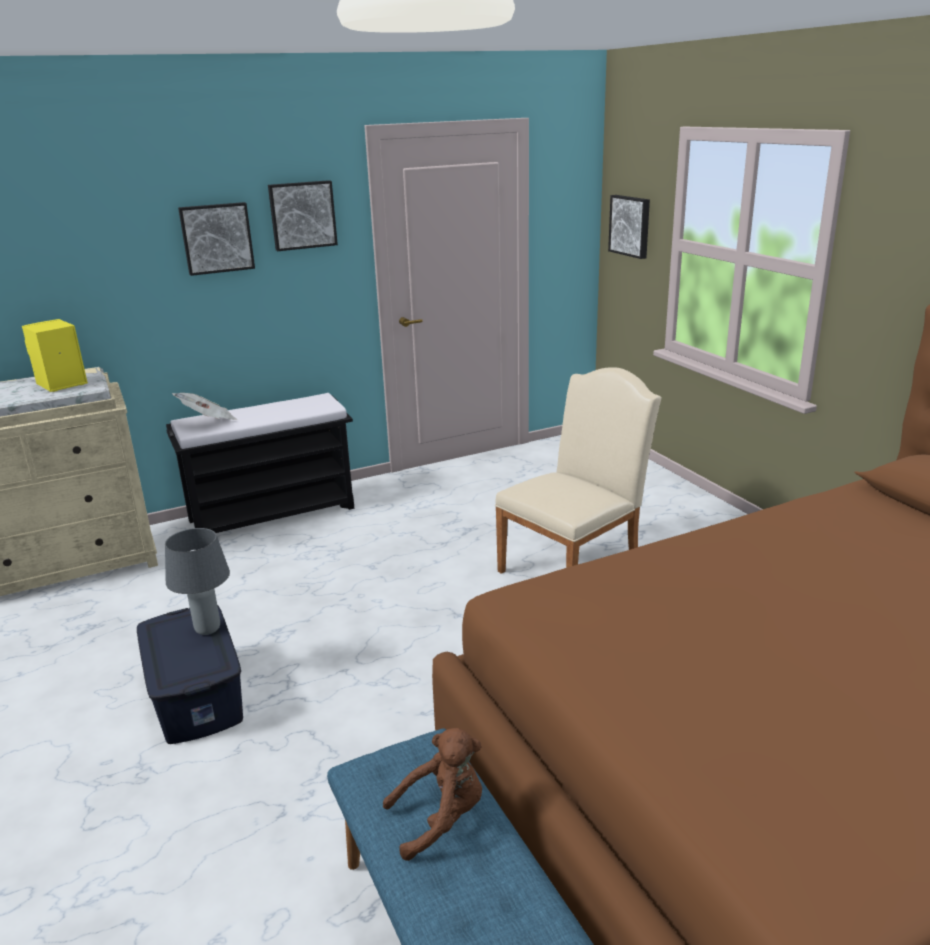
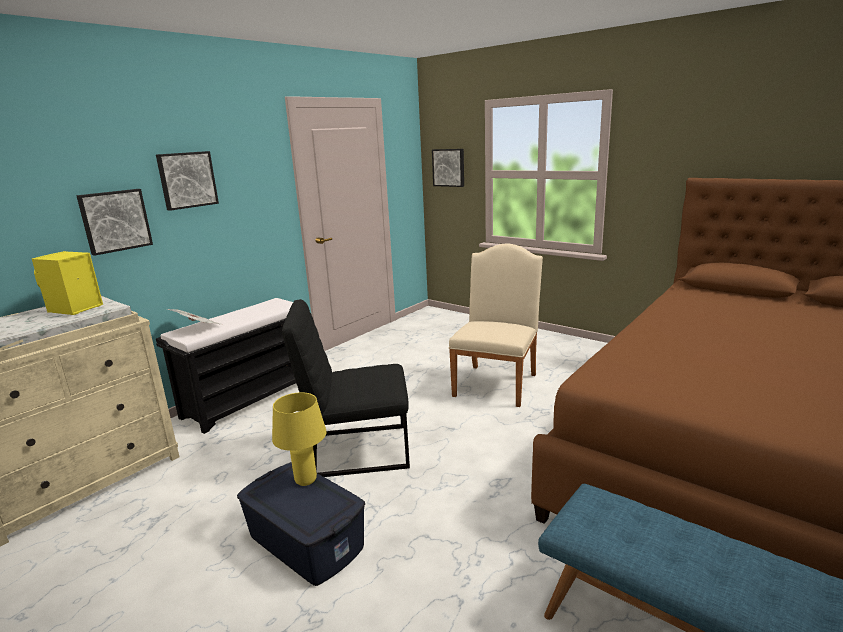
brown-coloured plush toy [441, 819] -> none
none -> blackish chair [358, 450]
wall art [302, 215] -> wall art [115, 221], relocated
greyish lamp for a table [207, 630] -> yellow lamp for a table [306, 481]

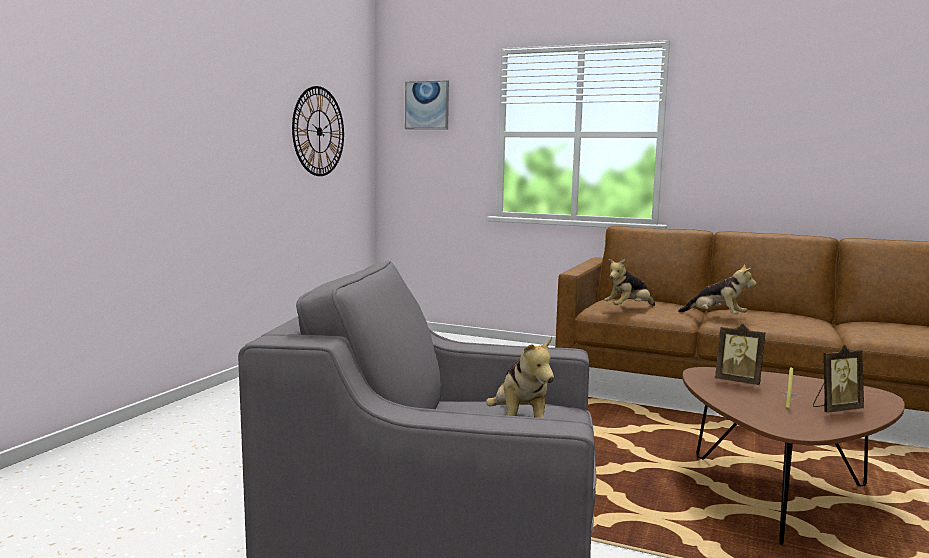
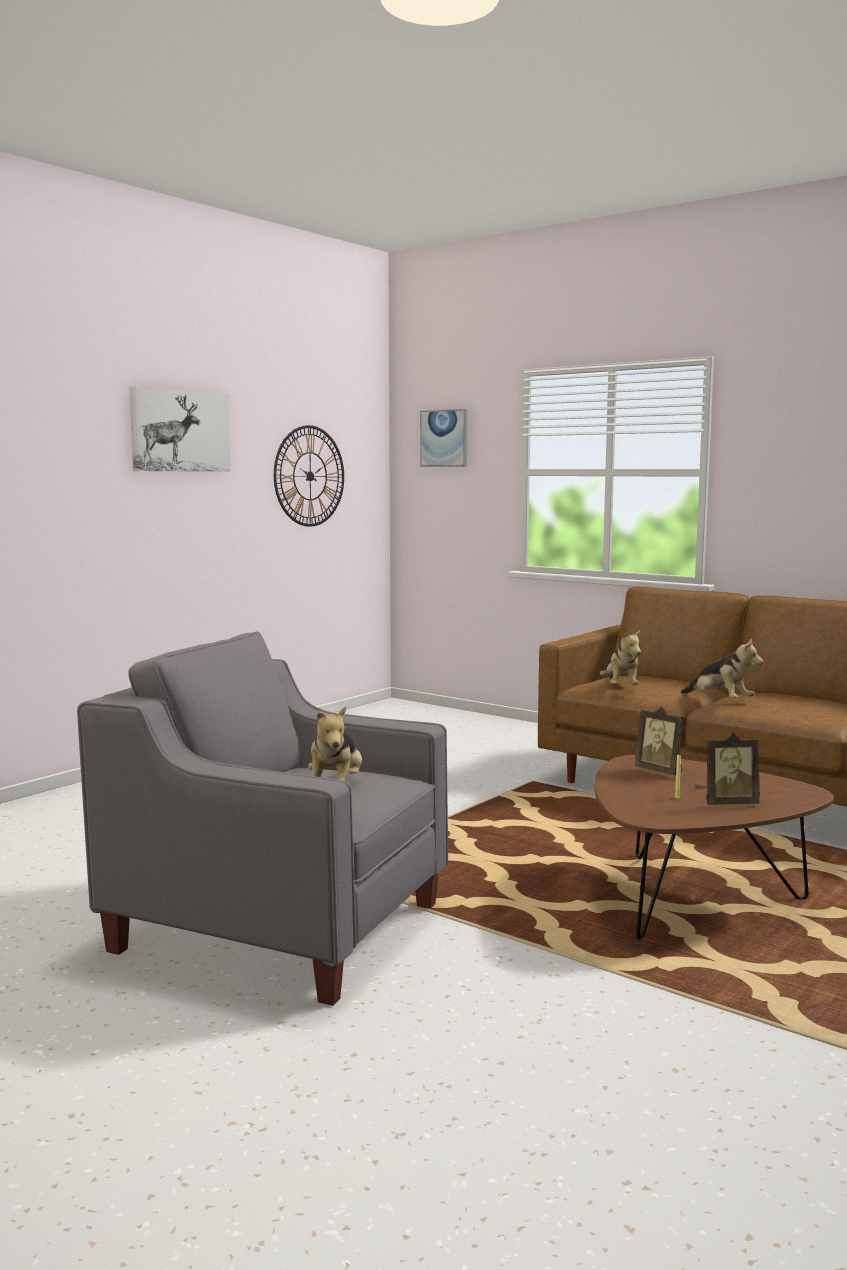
none -> wall art [179, 431]
plush toy [628, 308] -> plush toy [621, 687], 75 degrees counterclockwise

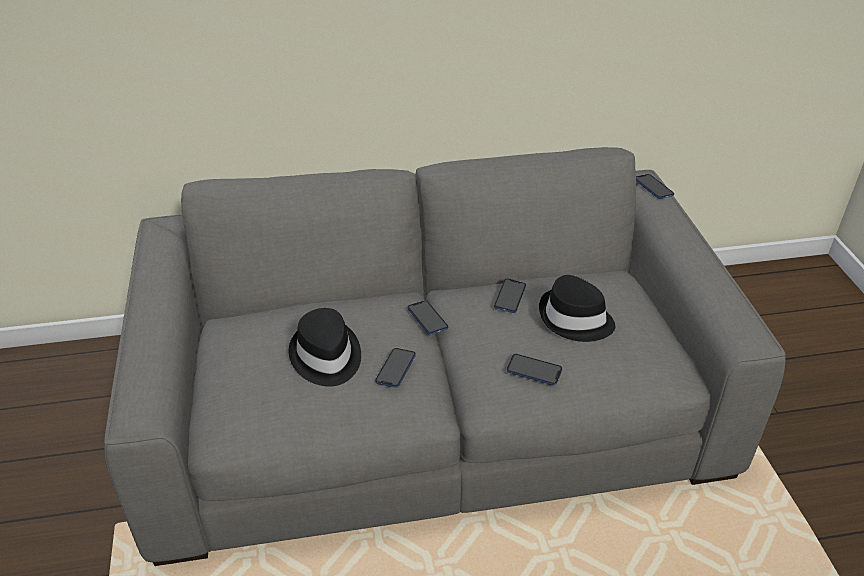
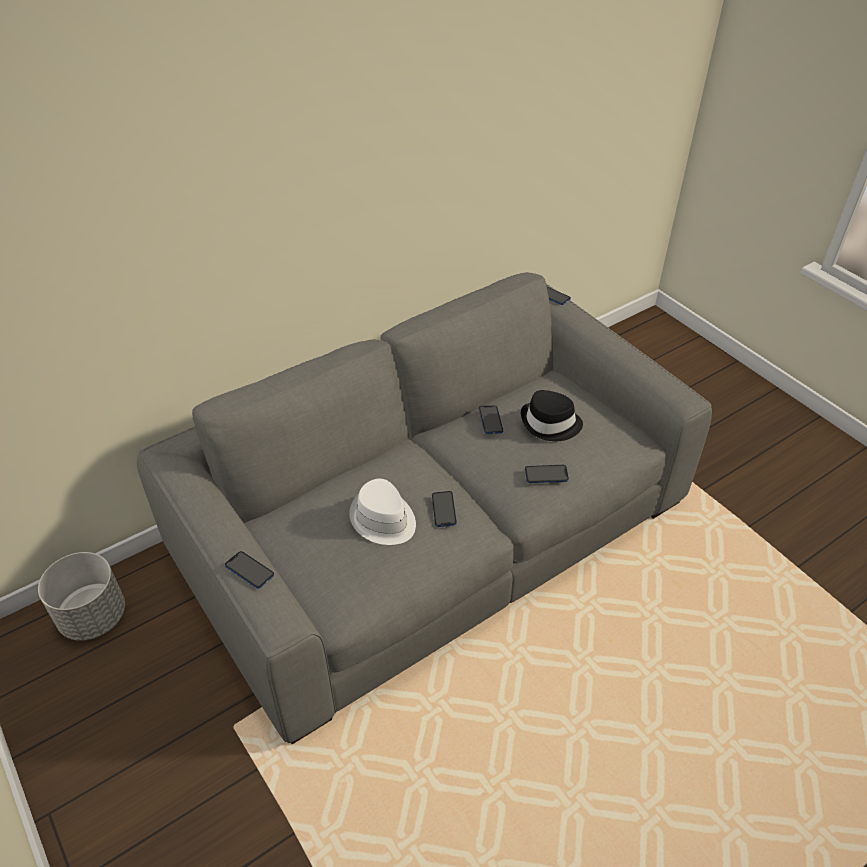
none -> greyish planter [93, 616]
handset [427, 318] -> handset [249, 570], relocated
blackish clothing hat [325, 357] -> white clothing hat [383, 519]

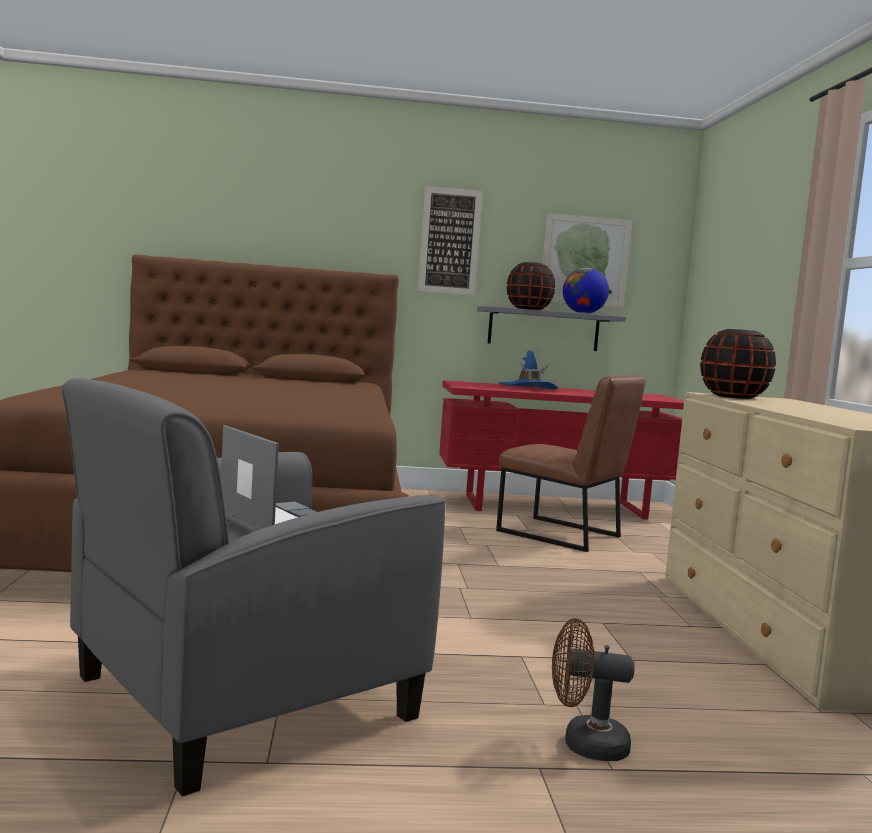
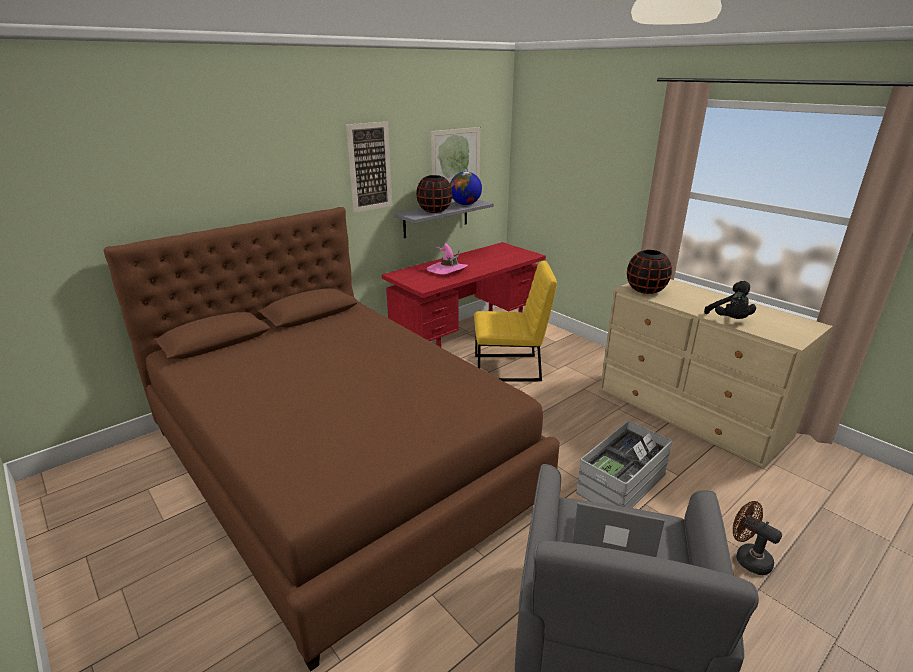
none -> greyish storage box [621, 481]
none -> blackish plush toy [729, 320]
brown-coloured chair [562, 534] -> yellow chair [509, 368]
bluish clothing hat [527, 388] -> pink clothing hat [447, 269]
brown-coloured fan [584, 744] -> brown-coloured fan [747, 558], 75 degrees clockwise

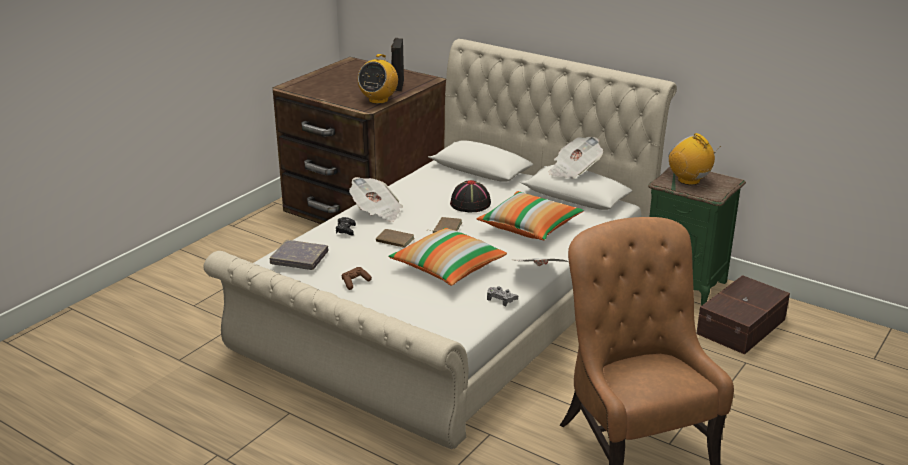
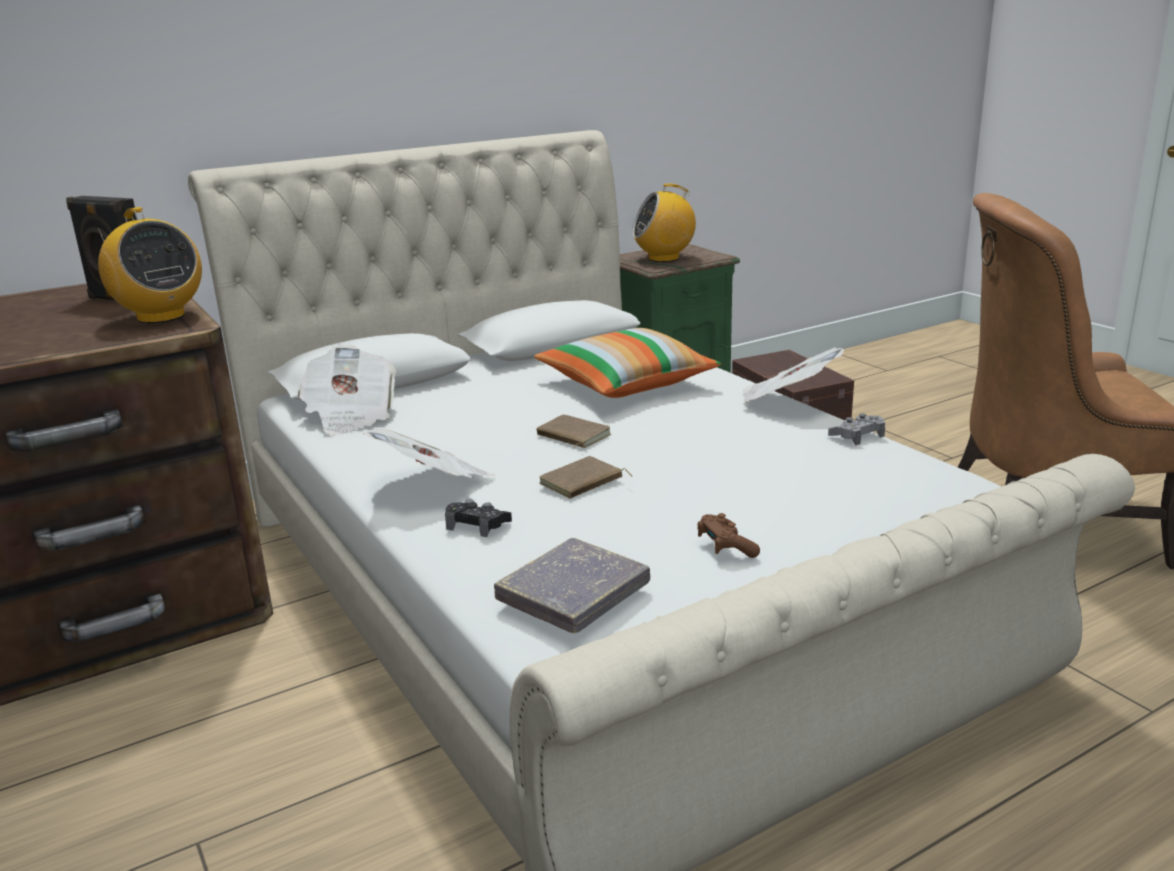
pillow [447, 268] -> none
blackish clothing hat [470, 204] -> none
newspaper [574, 171] -> newspaper [350, 416], relocated

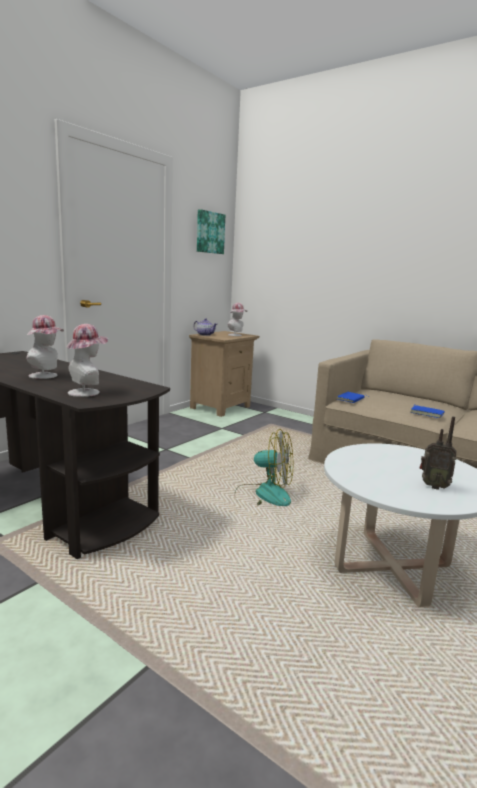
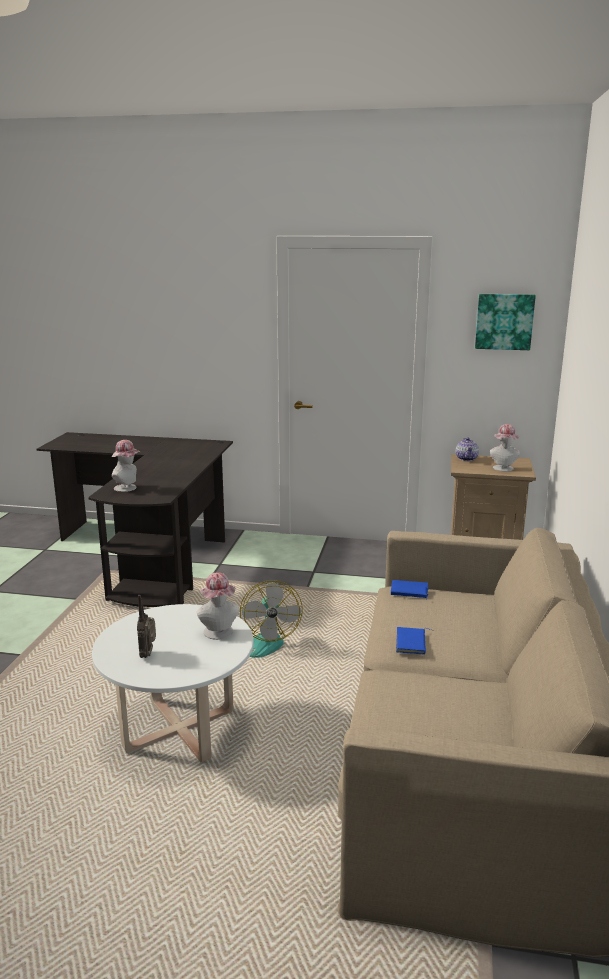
clothing hat [47, 376] -> clothing hat [219, 634], relocated

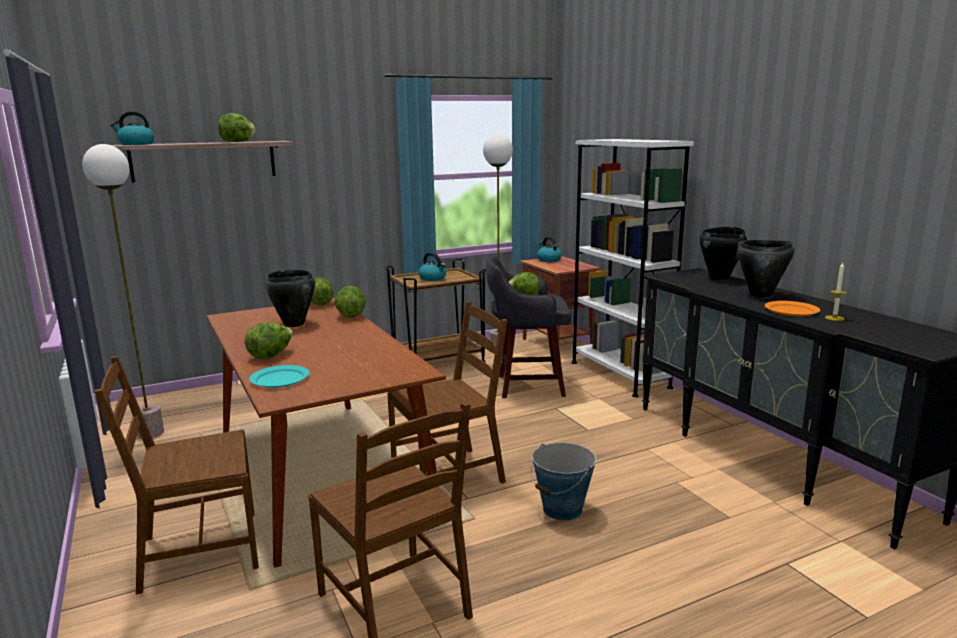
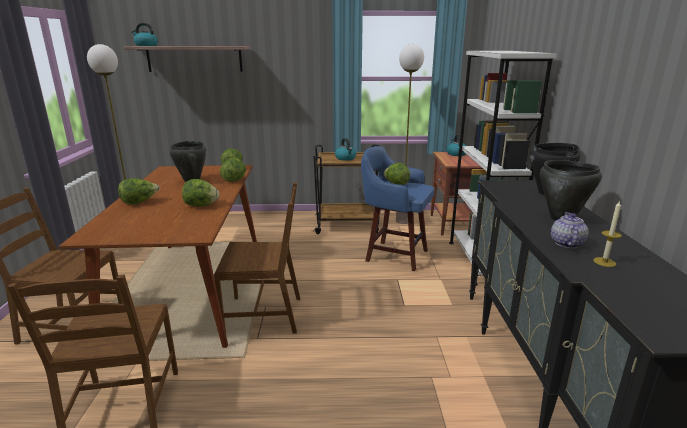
blue-green flat dish [279, 379] -> none
bucket [562, 509] -> none
lettuce head [238, 142] -> lettuce head [201, 205], relocated
orange-coloured flat dish [791, 311] -> pot for tea [566, 243]
greyish sitting stool [527, 386] -> bluish sitting stool [394, 255]

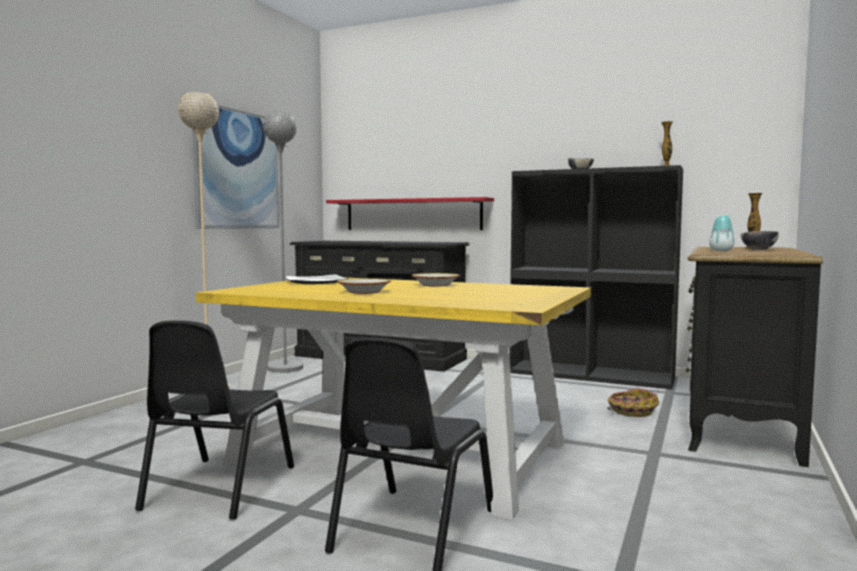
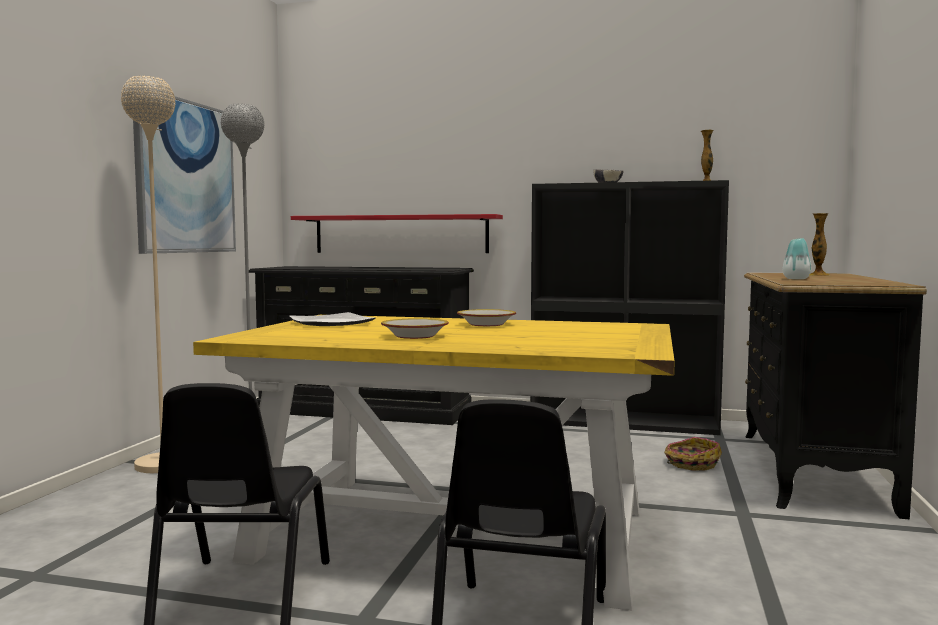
serving bowl [758, 250] -> none

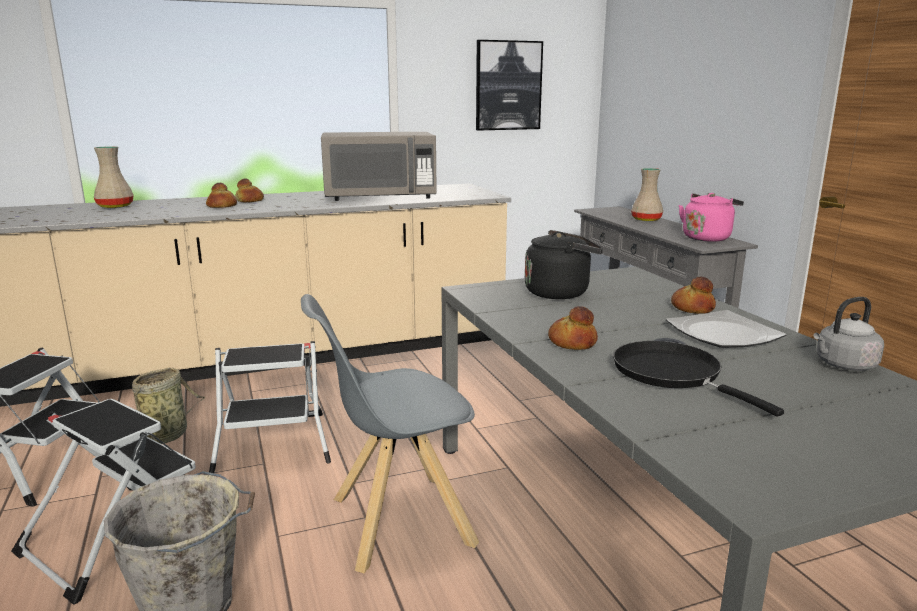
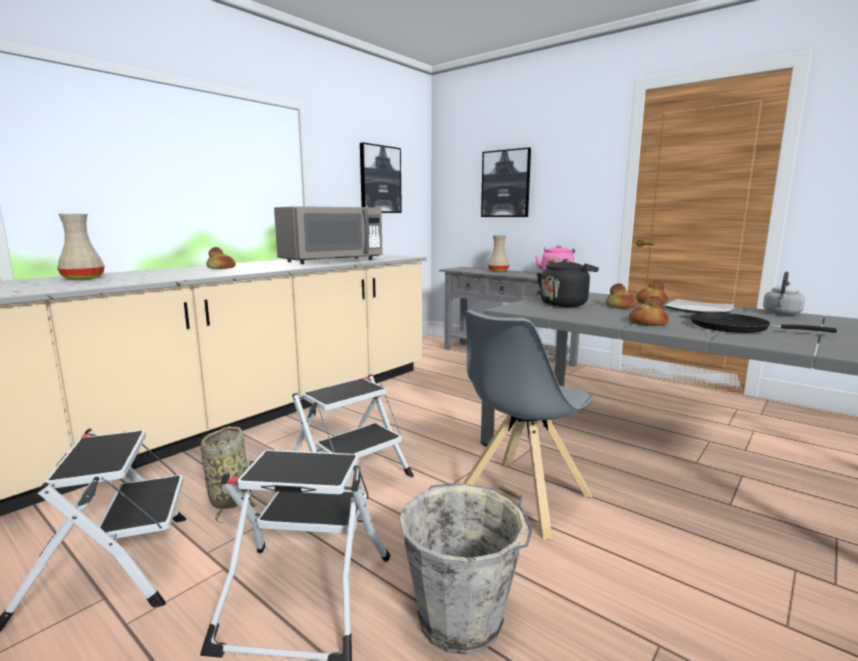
none -> wall art [506, 184]
bread [222, 206] -> bread [621, 306], relocated

